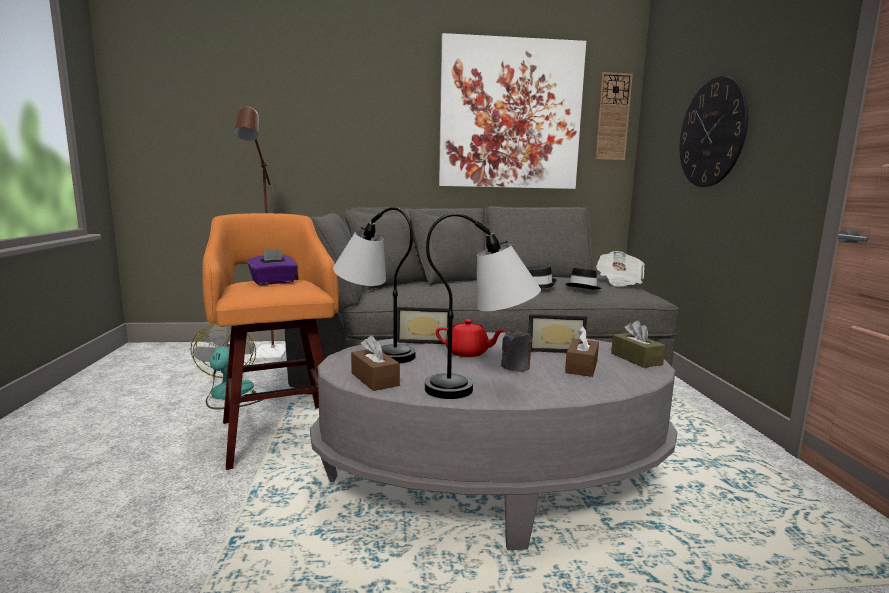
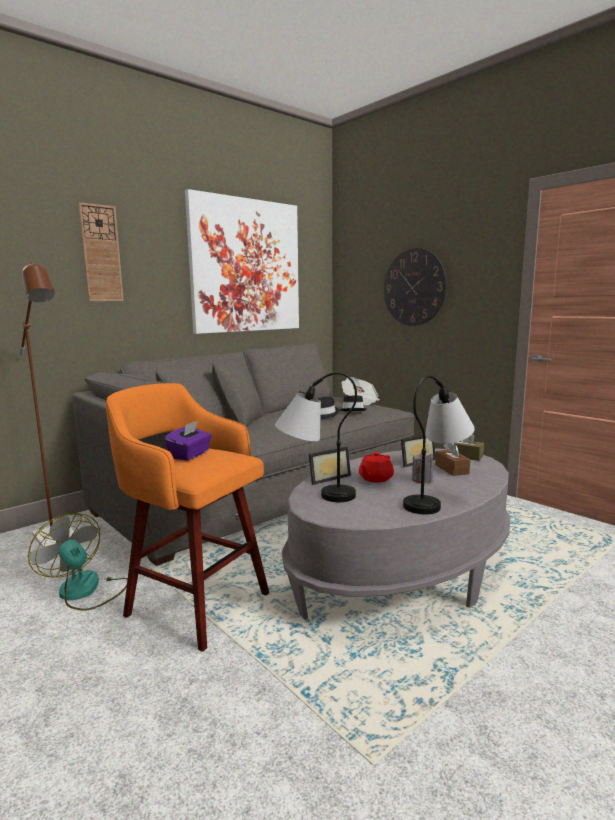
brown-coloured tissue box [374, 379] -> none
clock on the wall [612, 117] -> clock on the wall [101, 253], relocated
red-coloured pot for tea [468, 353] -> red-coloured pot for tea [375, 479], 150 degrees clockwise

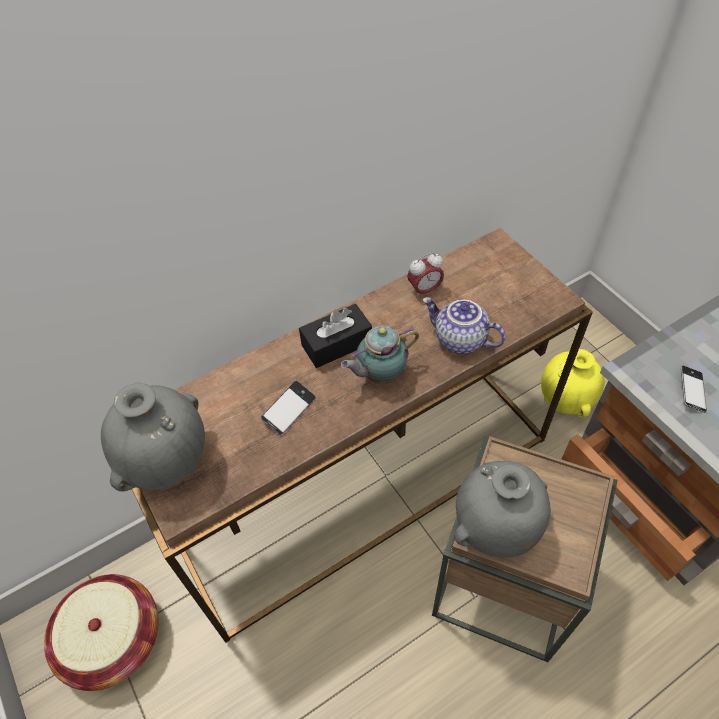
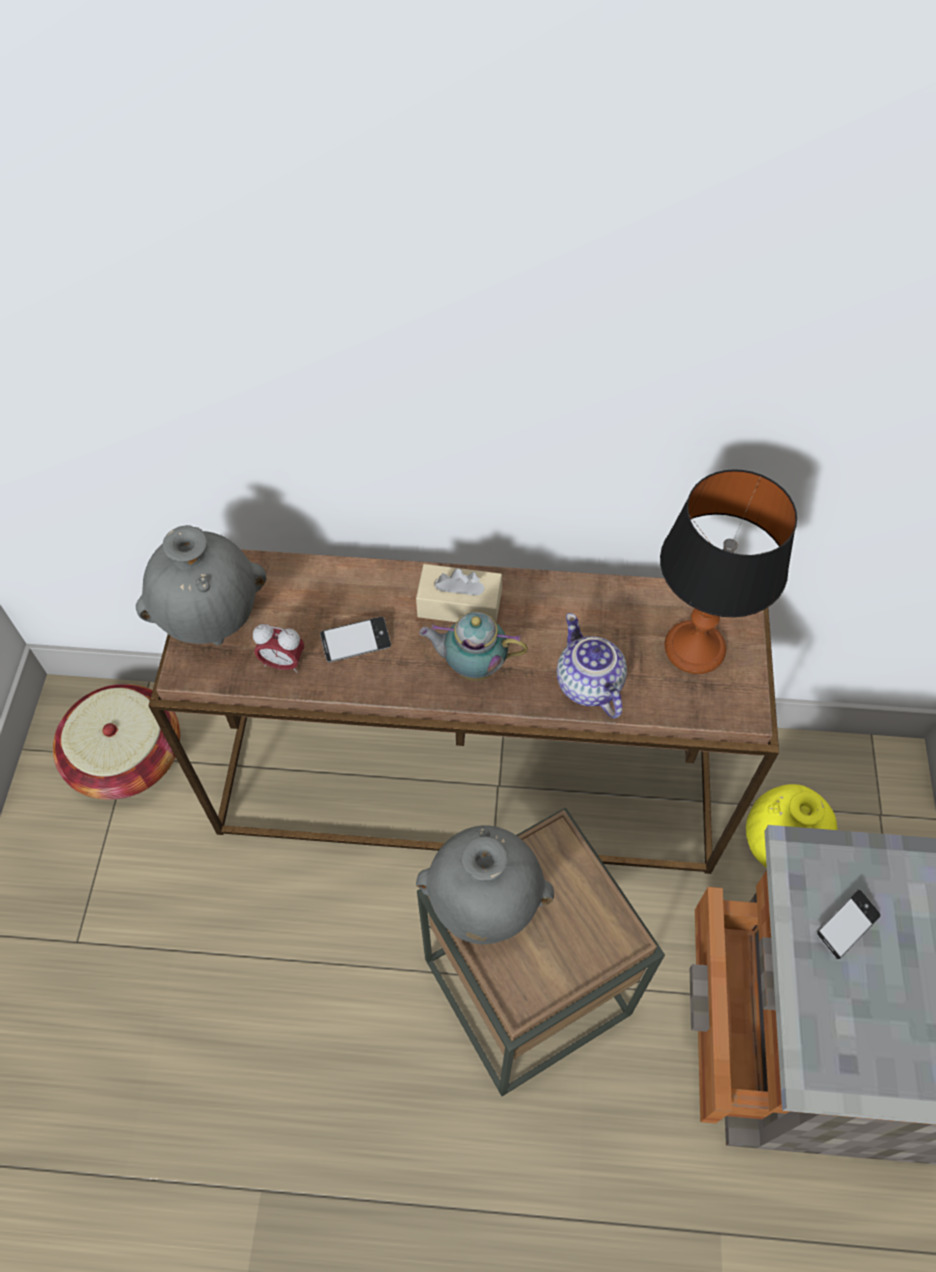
none -> lamp for a table [694, 647]
alarm clock [424, 290] -> alarm clock [283, 663], relocated
blackish tissue box [337, 344] -> beige tissue box [459, 605]

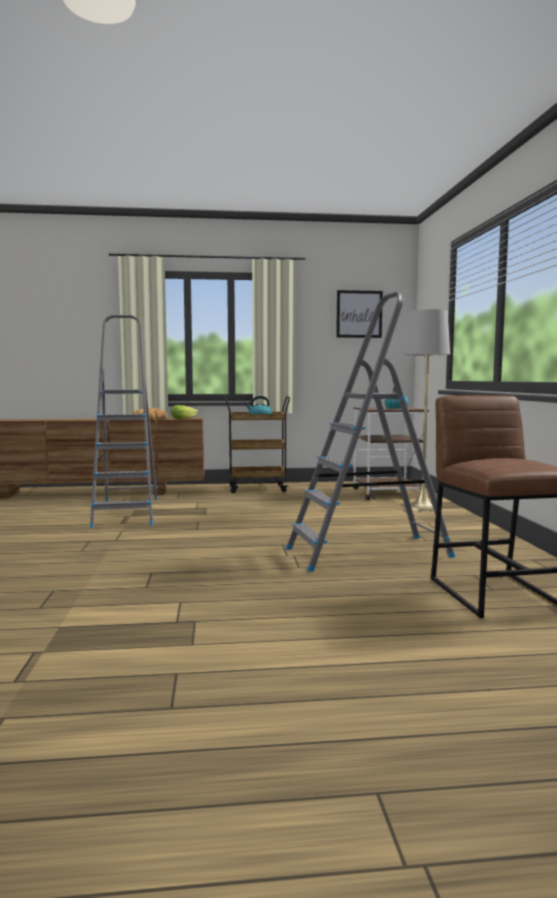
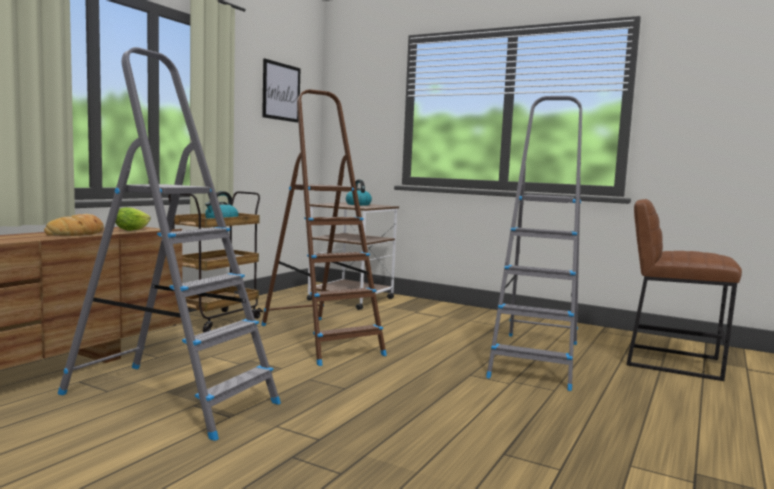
greyish standing lamp [422, 507] -> none
none -> brown-coloured stepladder [320, 339]

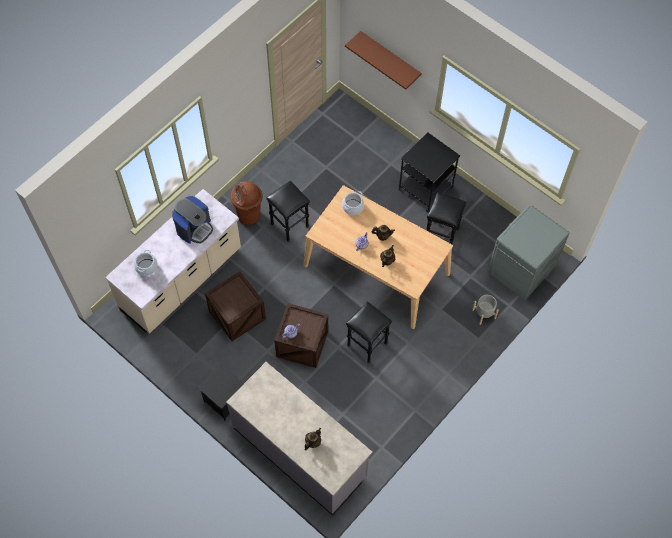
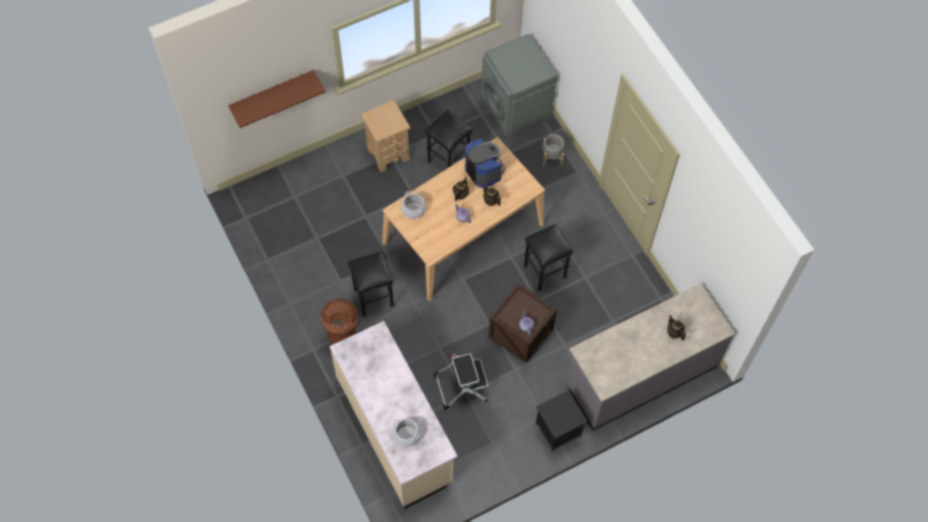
coffee machine [194, 228] -> coffee machine [484, 171], relocated
crate [237, 315] -> stepladder [461, 385]
blackish cart [426, 189] -> beige bedside table [389, 154]

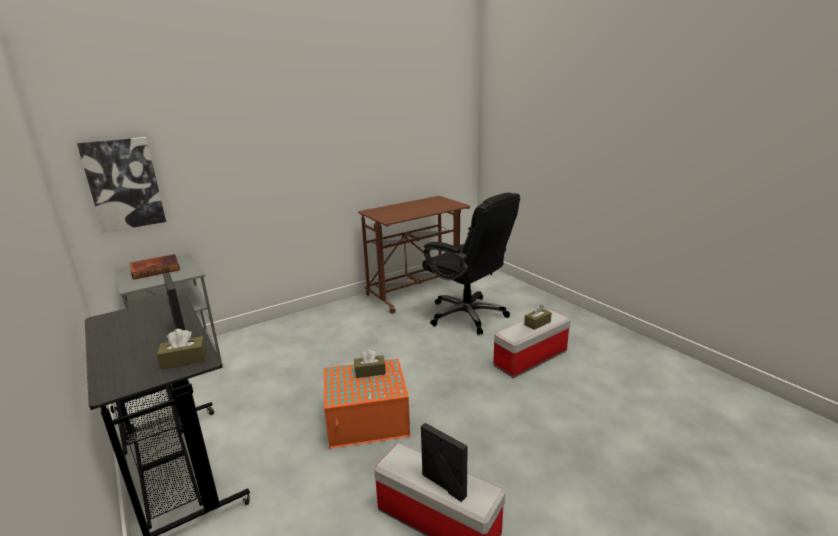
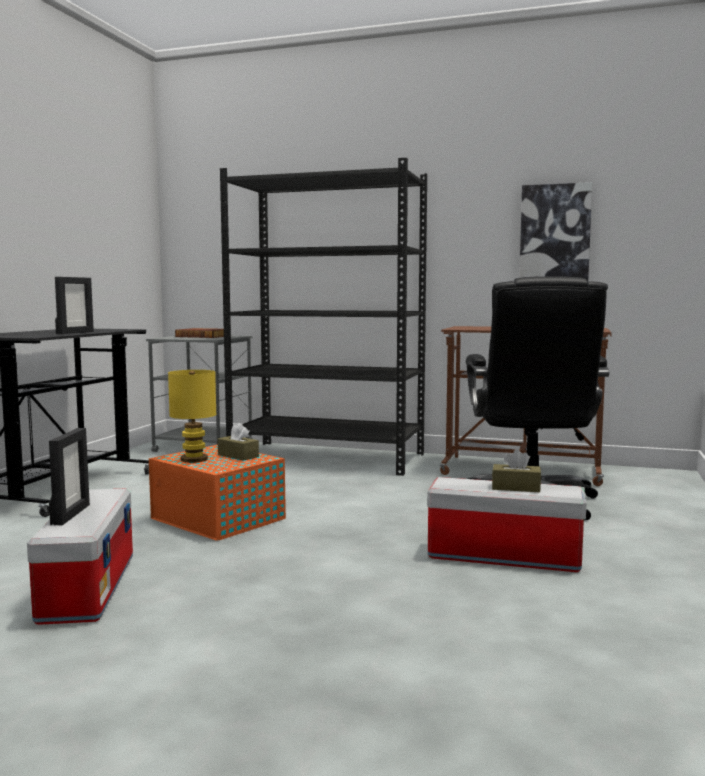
brown-coloured tissue box [184, 360] -> none
none -> yellow lamp for a table [193, 459]
none -> blackish bookshelf [328, 458]
wall art [123, 184] -> wall art [555, 236], relocated

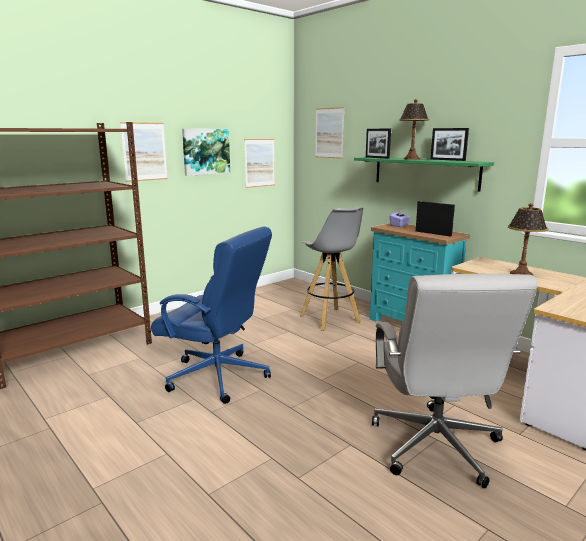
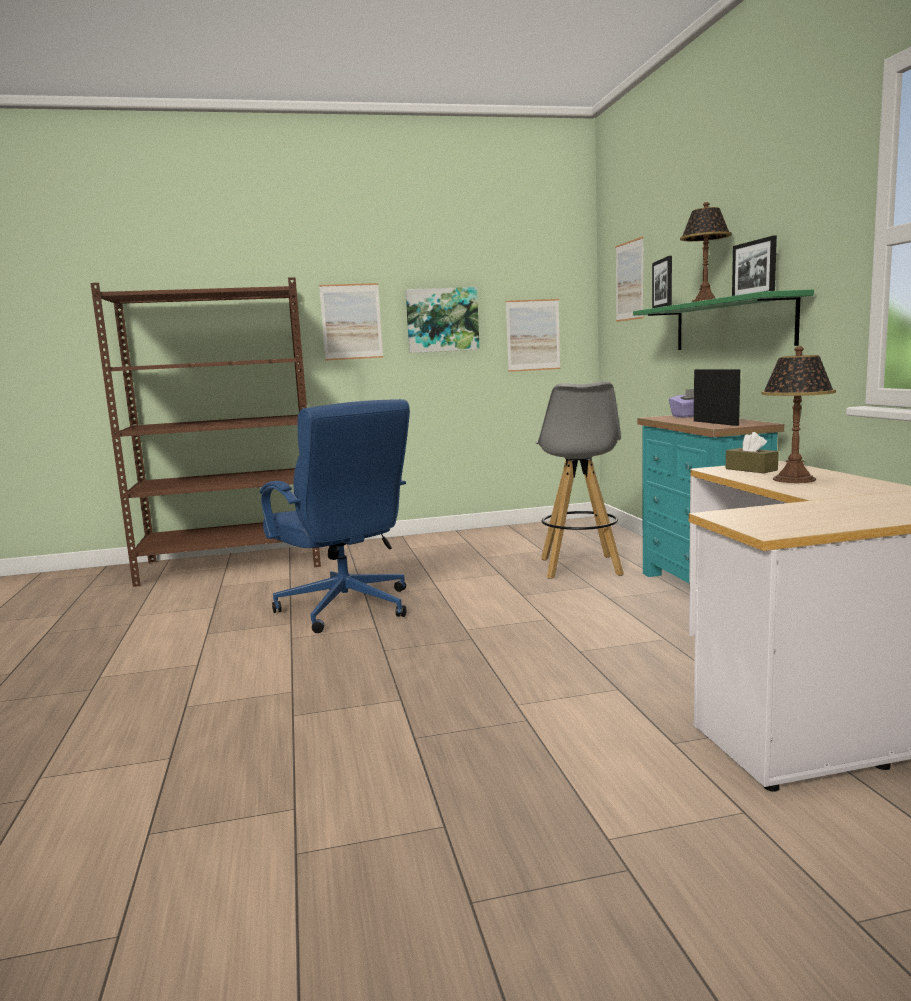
greyish desk chair [435, 443] -> none
none -> brown-coloured tissue box [751, 469]

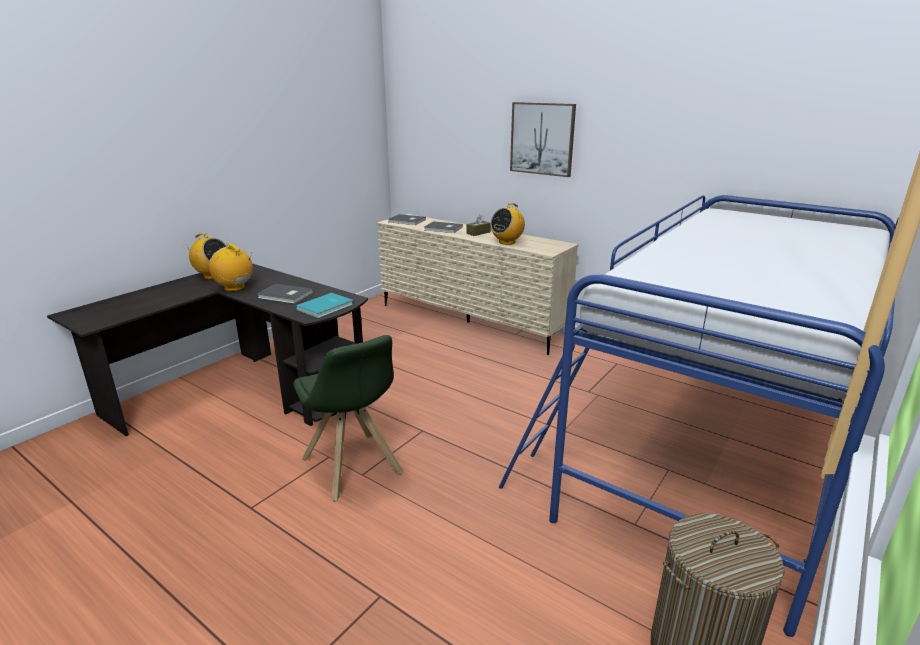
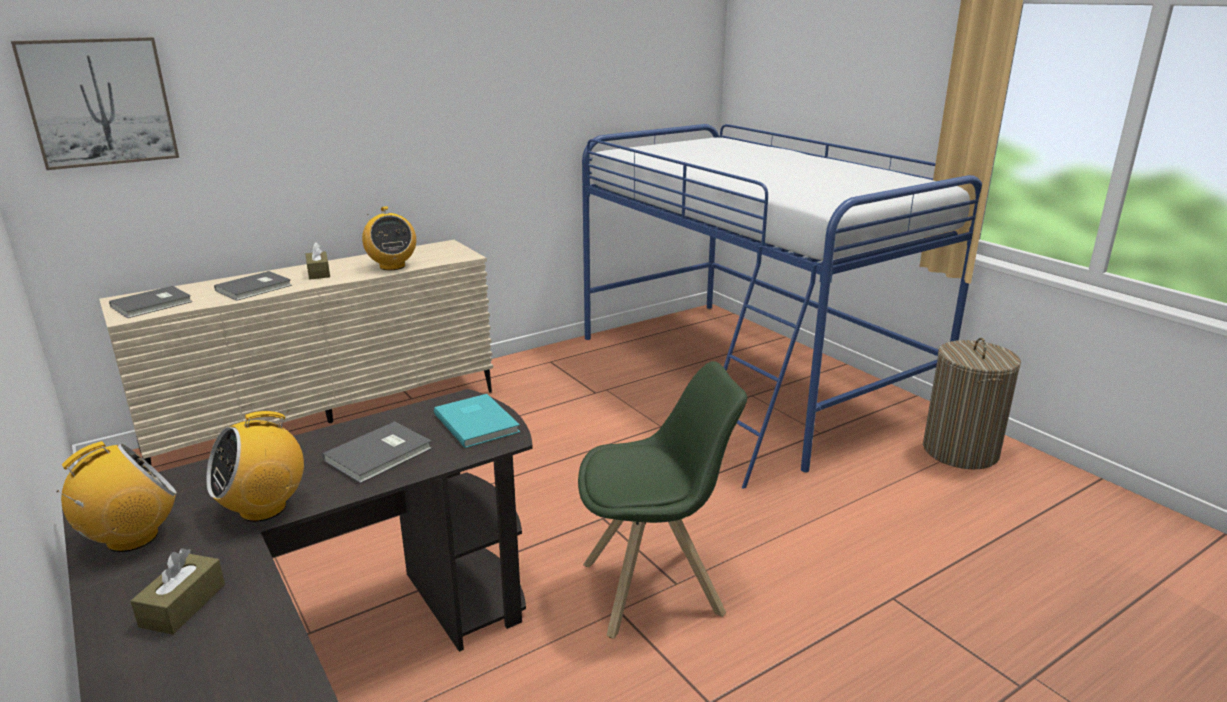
none -> brown-coloured tissue box [183, 605]
wall art [542, 139] -> wall art [99, 102], relocated

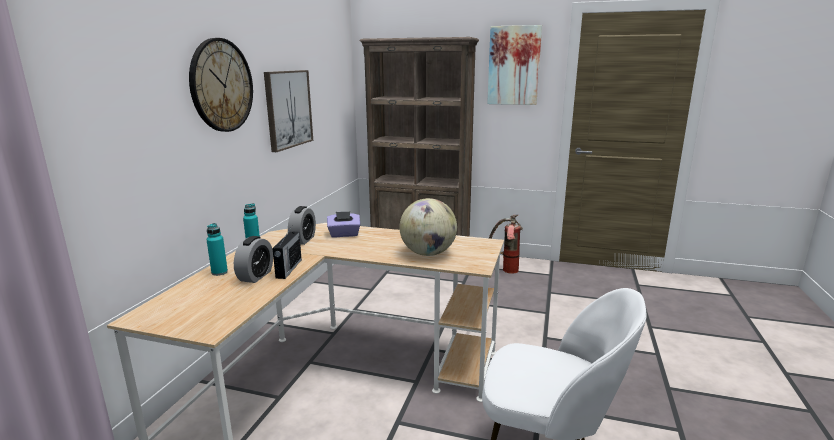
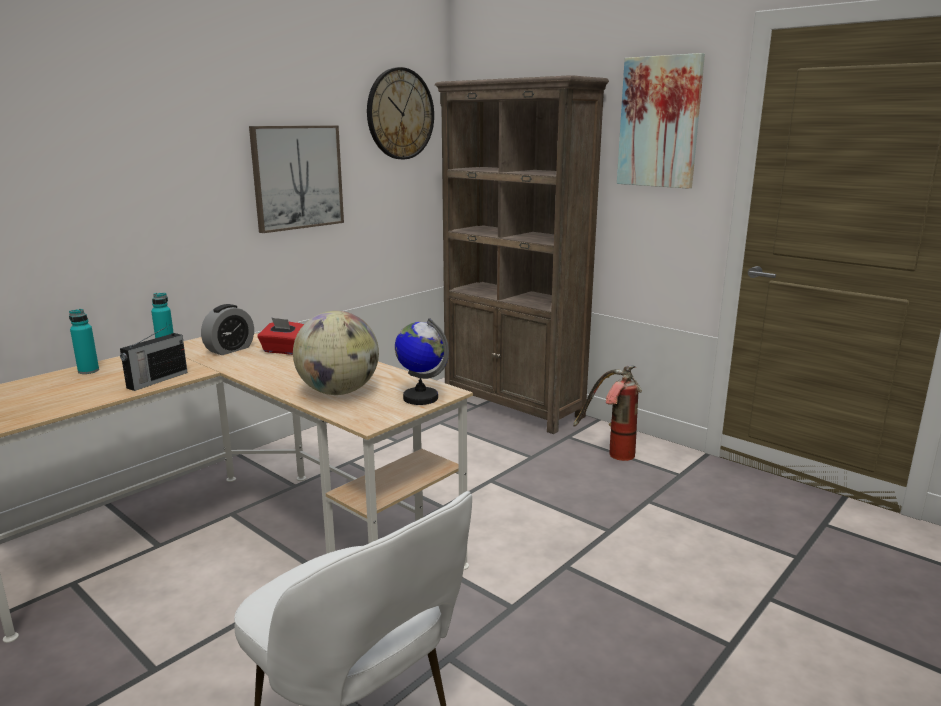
alarm clock [256, 276] -> none
none -> world globe [420, 398]
clock on the wall [221, 85] -> clock on the wall [400, 114], relocated
purple-coloured tissue box [344, 234] -> red-coloured tissue box [285, 351]

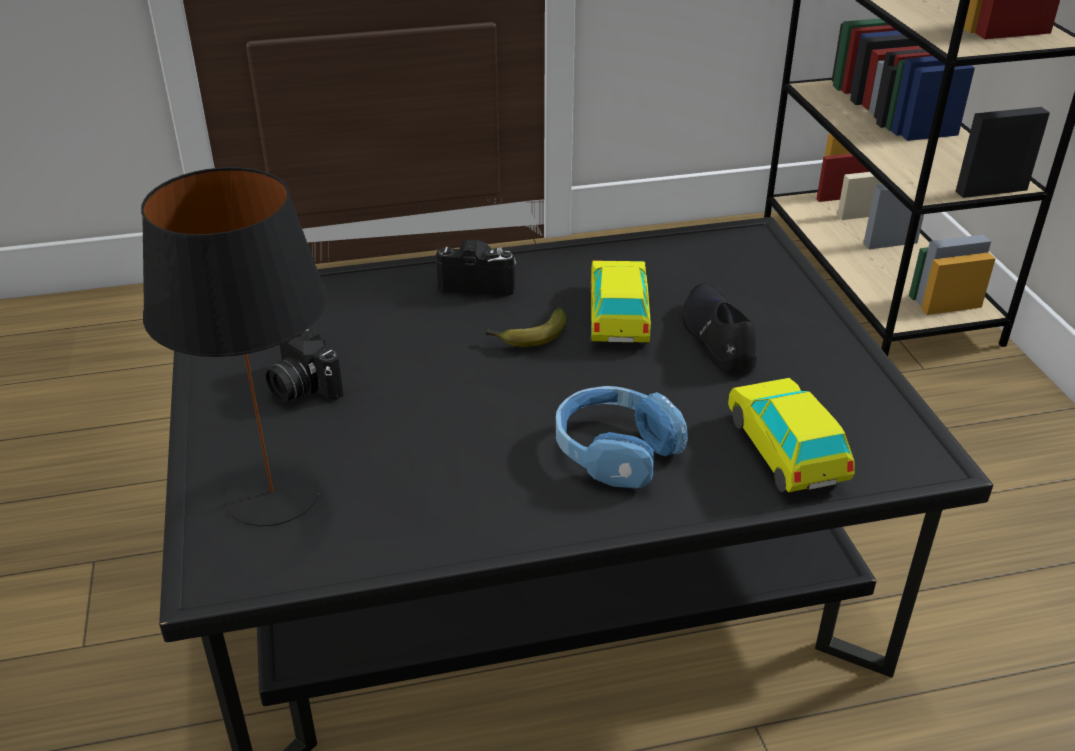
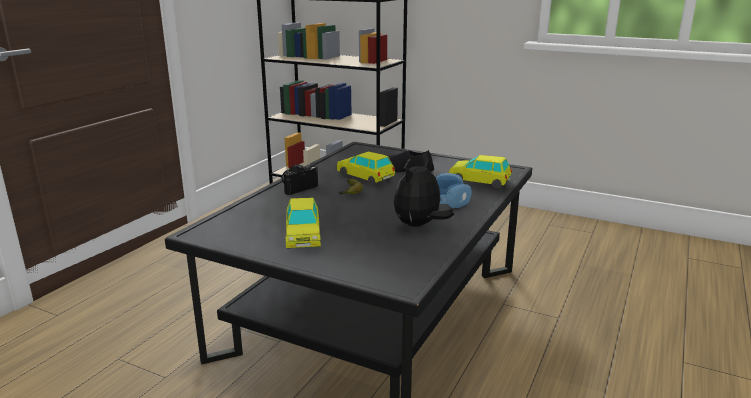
blackish lamp for a table [272, 495] -> none
none -> plush toy [419, 225]
photo camera [300, 387] -> model car [303, 236]

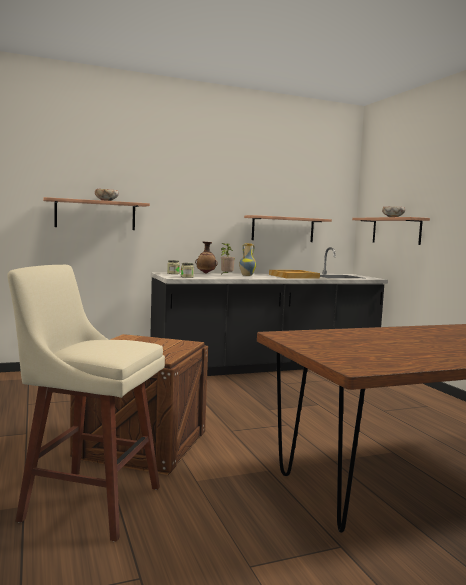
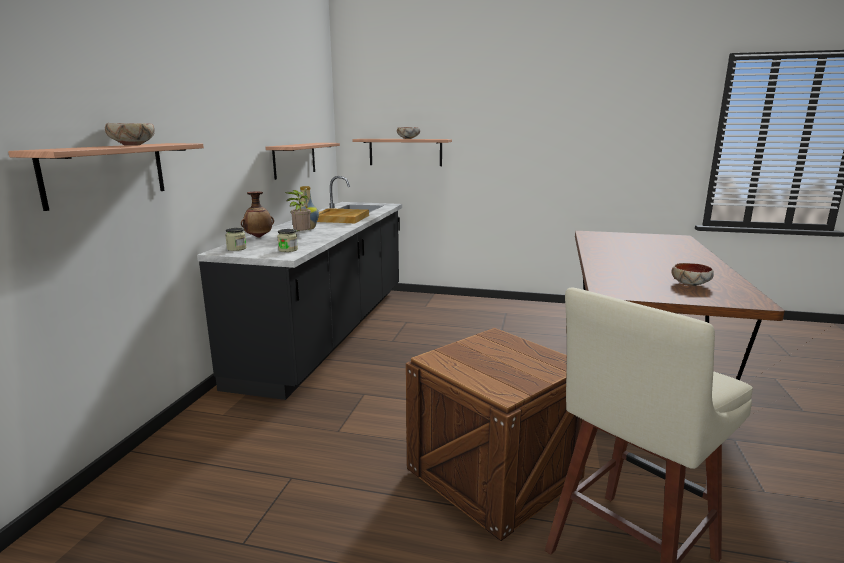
none -> serving bowl [690, 284]

